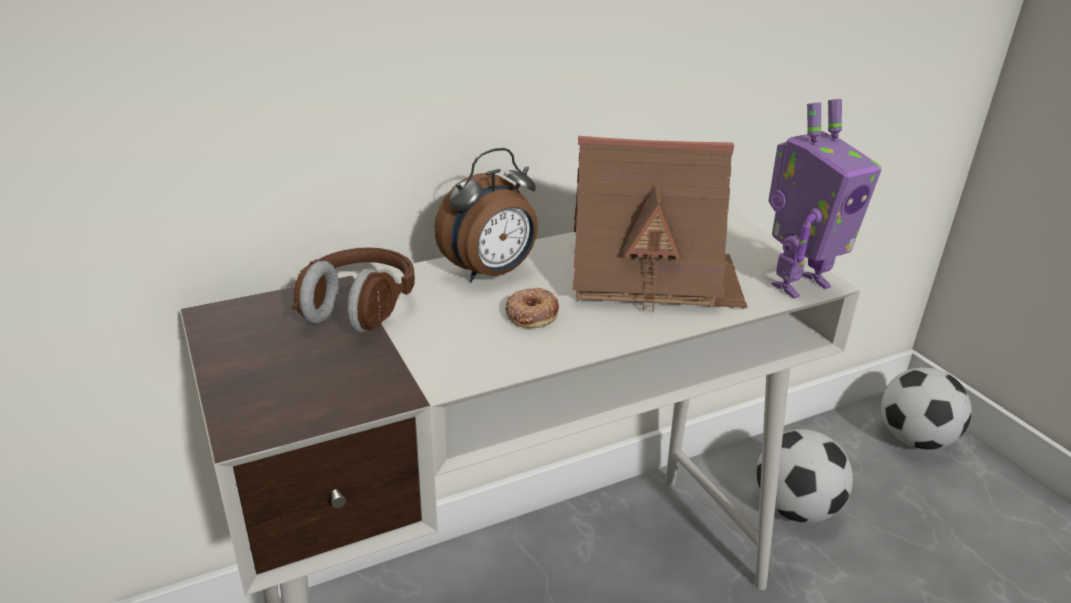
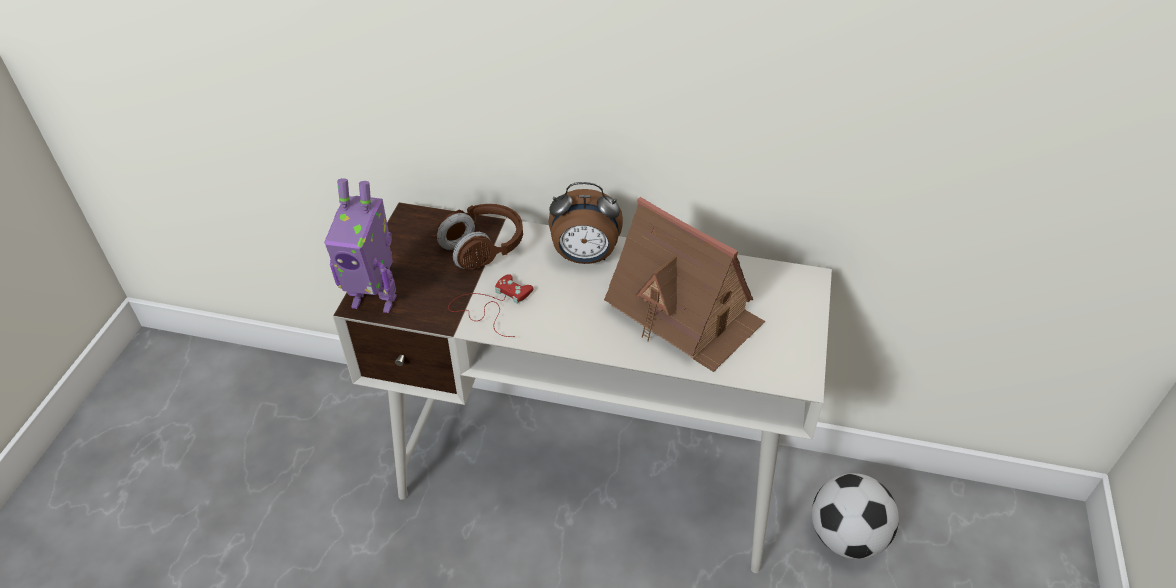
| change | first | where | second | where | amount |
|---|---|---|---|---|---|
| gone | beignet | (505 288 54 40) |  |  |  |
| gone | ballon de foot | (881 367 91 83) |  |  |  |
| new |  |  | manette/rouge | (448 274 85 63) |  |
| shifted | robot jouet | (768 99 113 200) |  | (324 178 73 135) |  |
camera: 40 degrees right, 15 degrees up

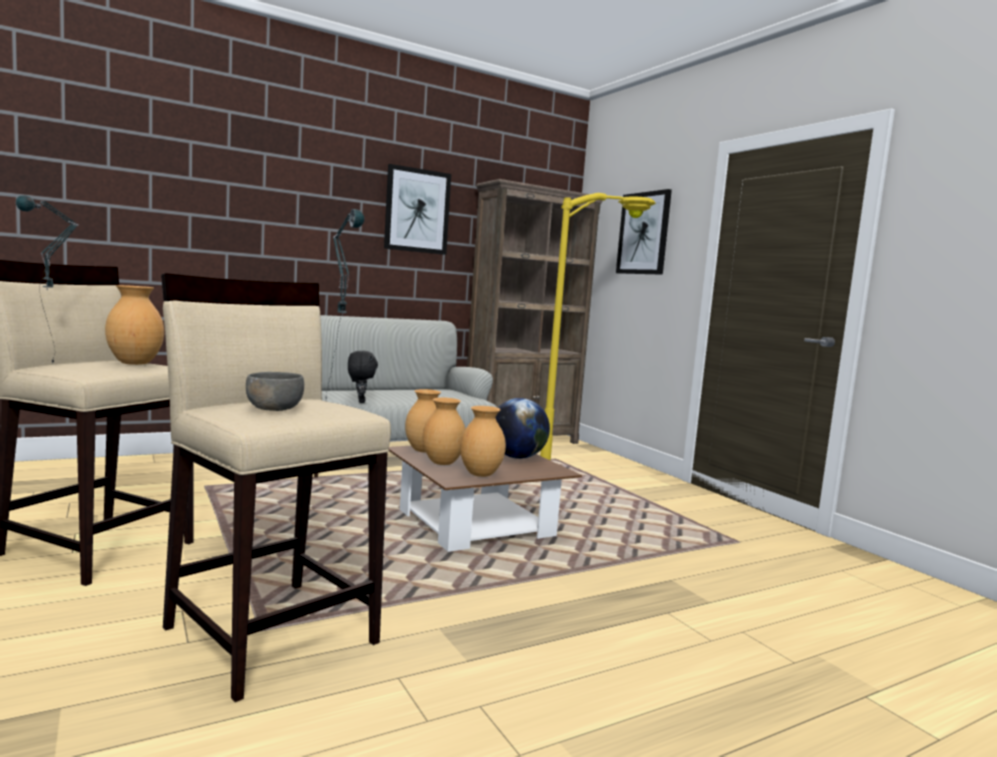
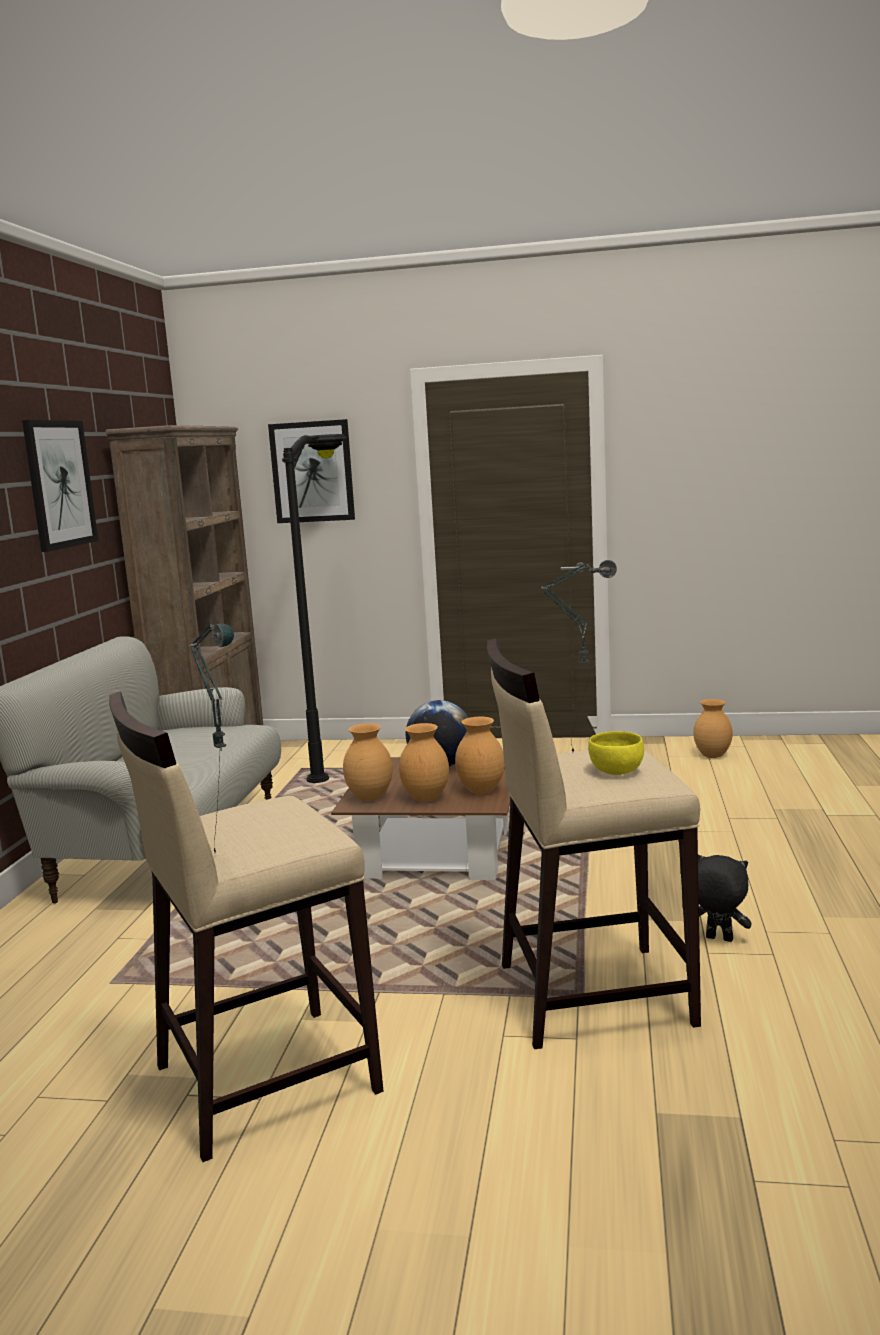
| change | first | where | second | where | amount |
|---|---|---|---|---|---|
| shifted | vase/marron | (105 285 59 80) |  | (693 699 40 59) |  |
| shifted | peluche/noir | (348 351 30 52) |  | (698 855 54 87) |  |
| repainted | bol/gris | (246 372 58 39) | bol/jaune | (588 731 56 44) |  |
| repainted | lampadaire/jaune | (540 193 116 268) | lampadaire/noir | (282 434 66 349) |  |
camera: 50 degrees left, 5 degrees up

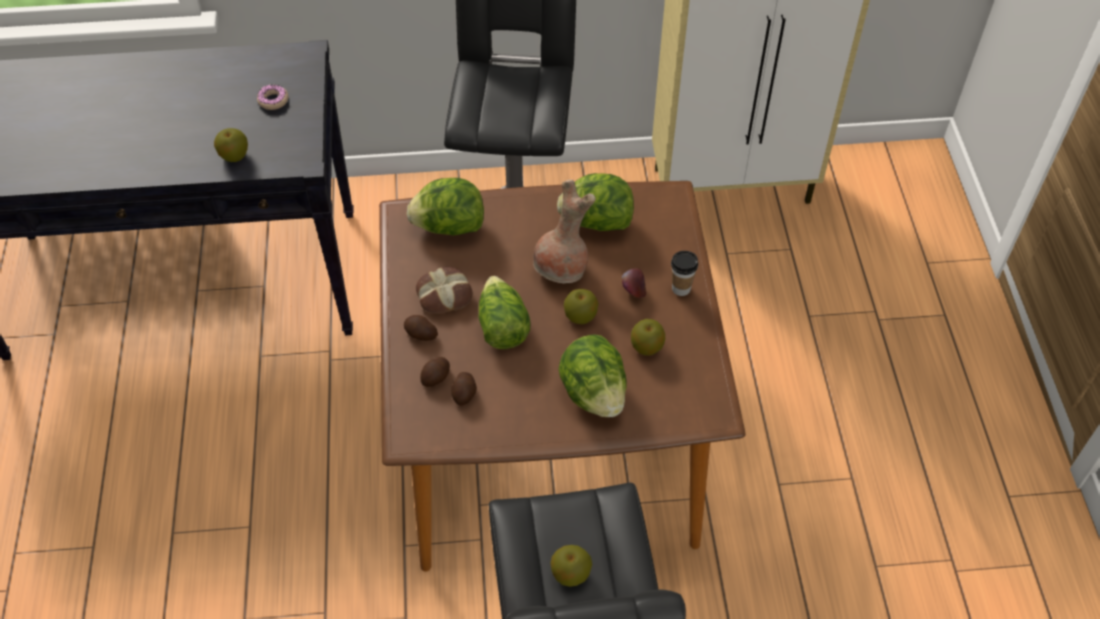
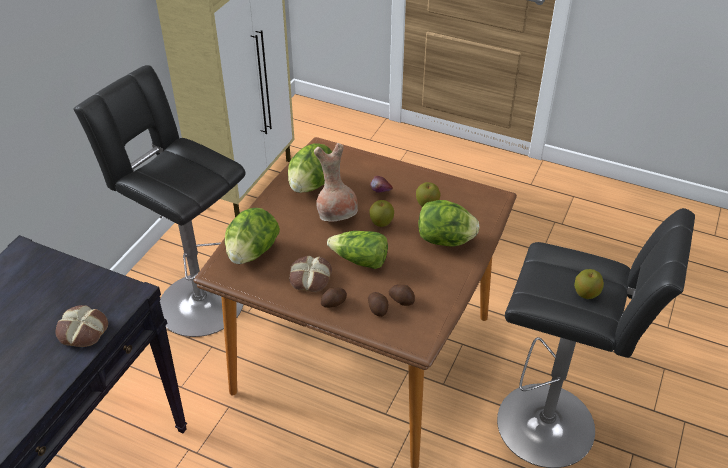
| change | first | where | second | where | amount |
|---|---|---|---|---|---|
| gone | beignet | (257 84 31 26) |  |  |  |
| gone | tasse | (671 251 27 45) |  |  |  |
| swapped | pomme | (214 128 34 34) | pain | (55 305 53 42) |  |
camera: 60 degrees left, 10 degrees down

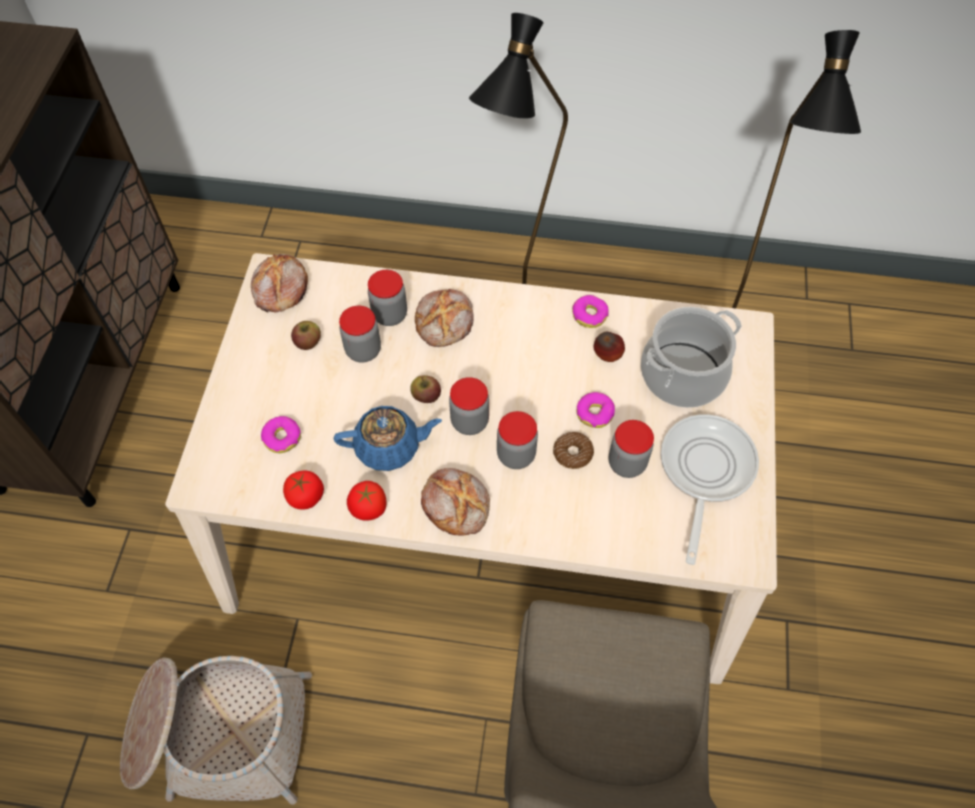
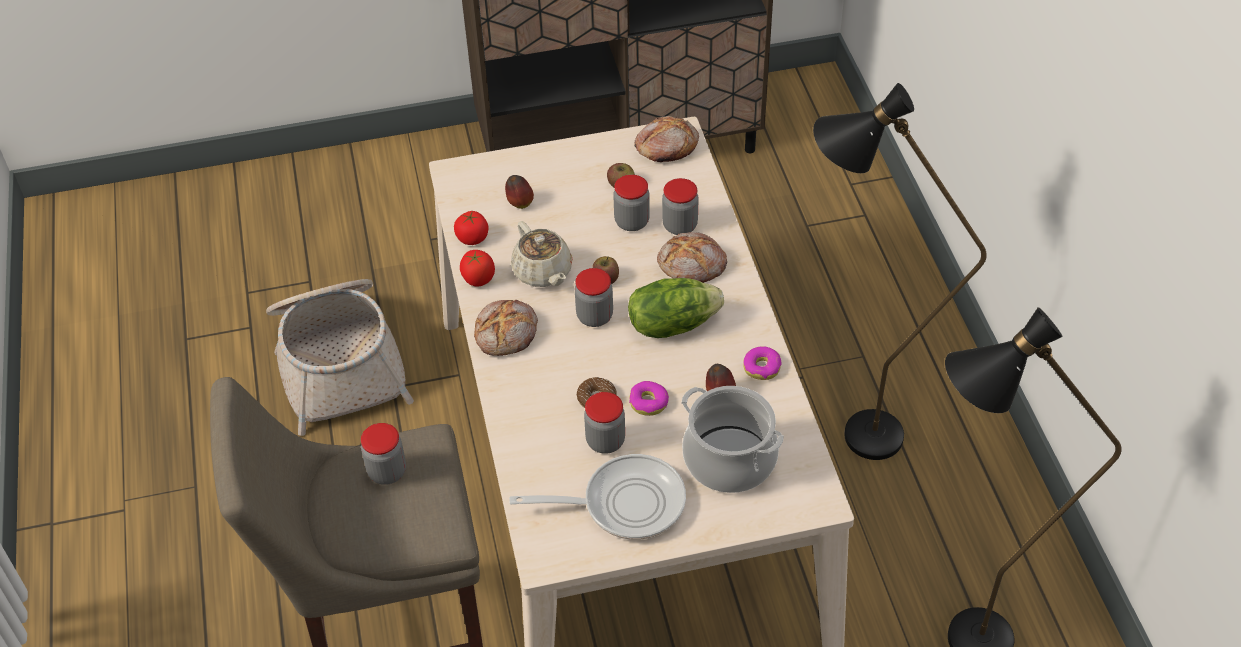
| change | first | where | second | where | amount |
|---|---|---|---|---|---|
| new |  |  | laitue | (628 278 96 60) |  |
| shifted | bocal | (497 411 41 58) |  | (361 423 45 62) |  |
| swapped | beignet | (261 416 40 37) | pomme | (505 175 29 34) |  |
| repainted | théière/bleu | (334 406 108 65) | théière/beige | (511 221 61 66) |  |
camera: 70 degrees right, 10 degrees down

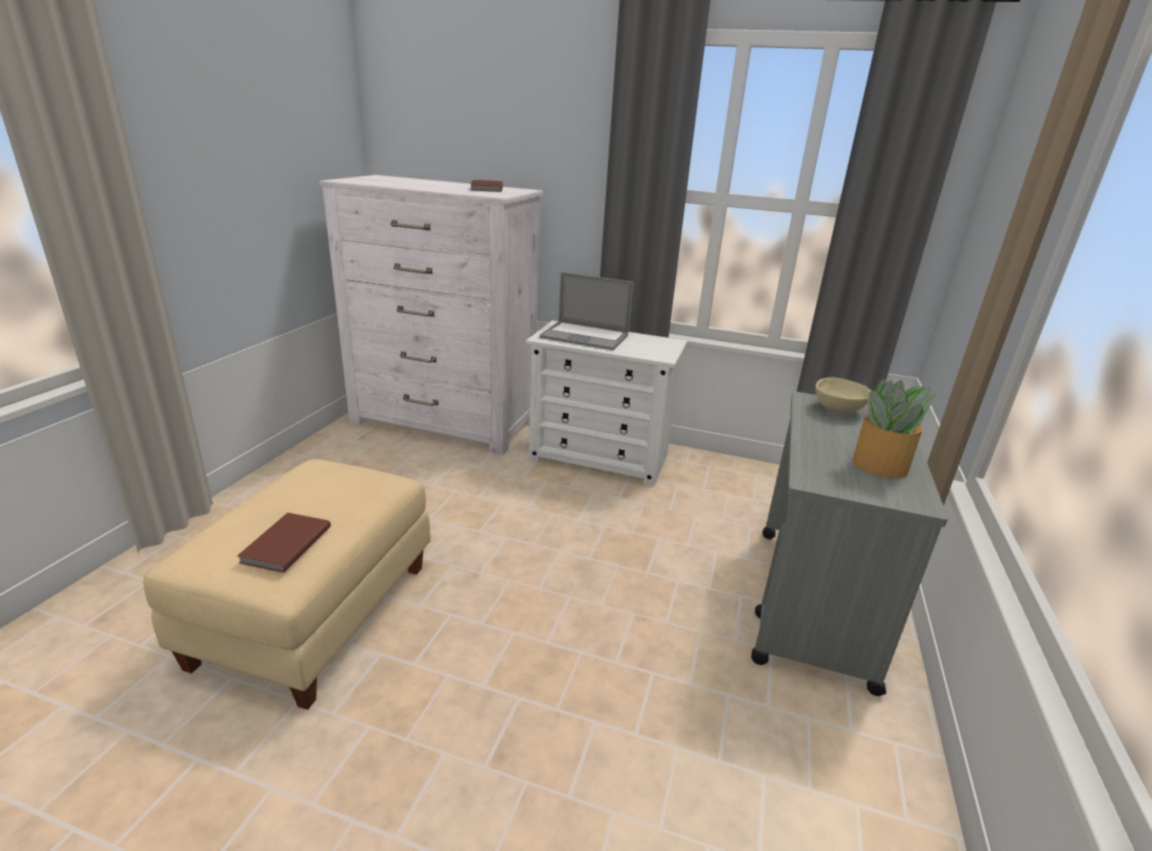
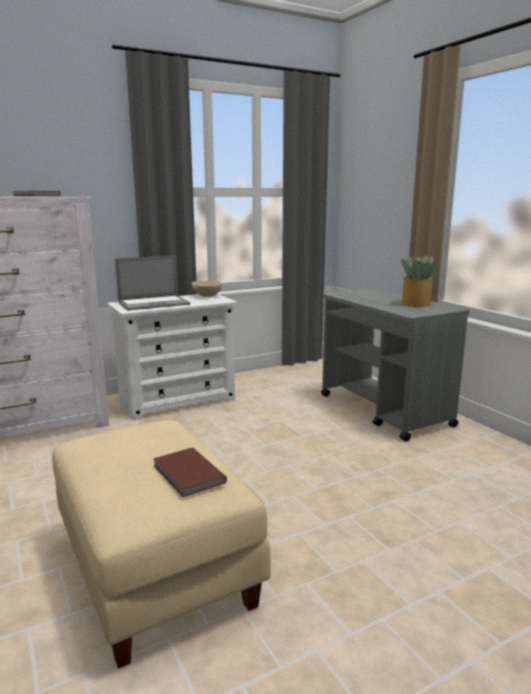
| change | first | where | second | where | amount |
|---|---|---|---|---|---|
| shifted | bol/beige | (816 377 55 36) |  | (192 281 30 16) |  |
camera: 45 degrees left, 10 degrees down

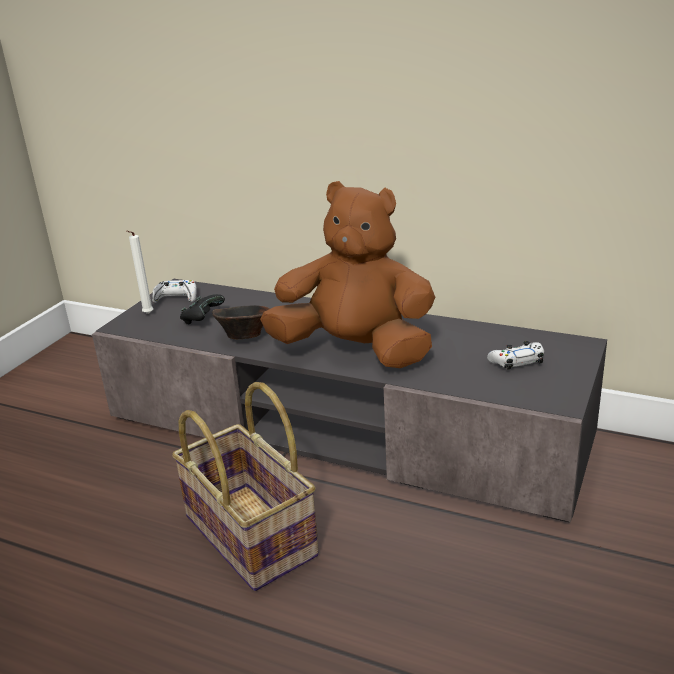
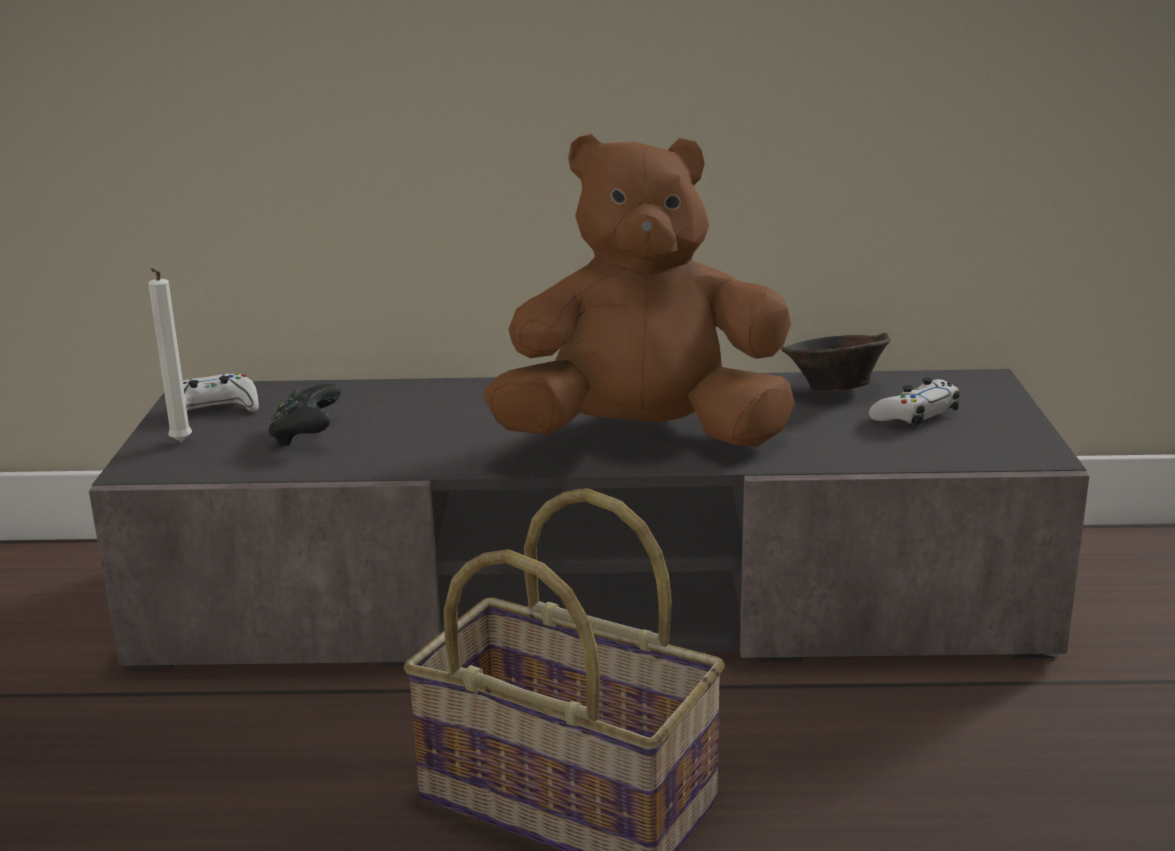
| change | first | where | second | where | amount |
|---|---|---|---|---|---|
| shifted | bol/marron | (212 305 58 34) |  | (781 333 110 59) |  |
camera: 25 degrees left, 5 degrees down

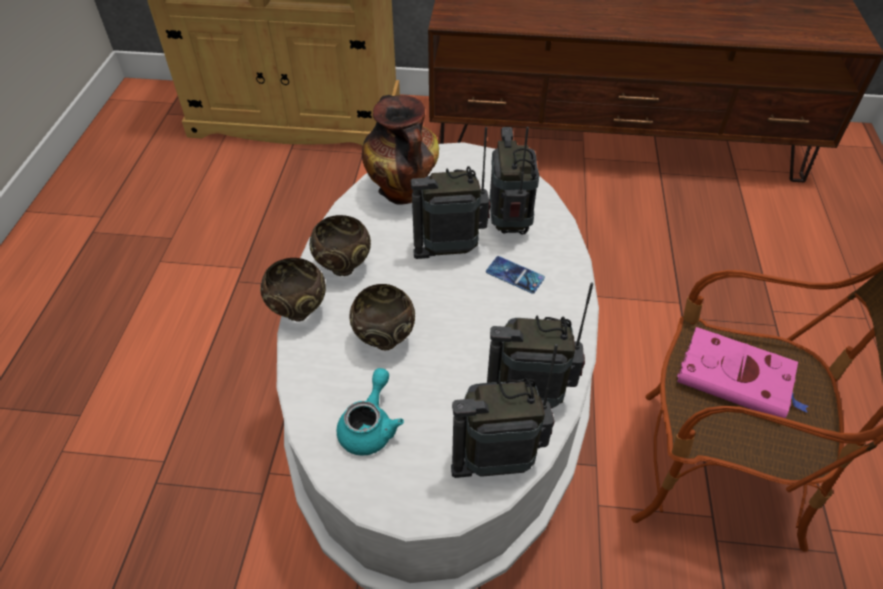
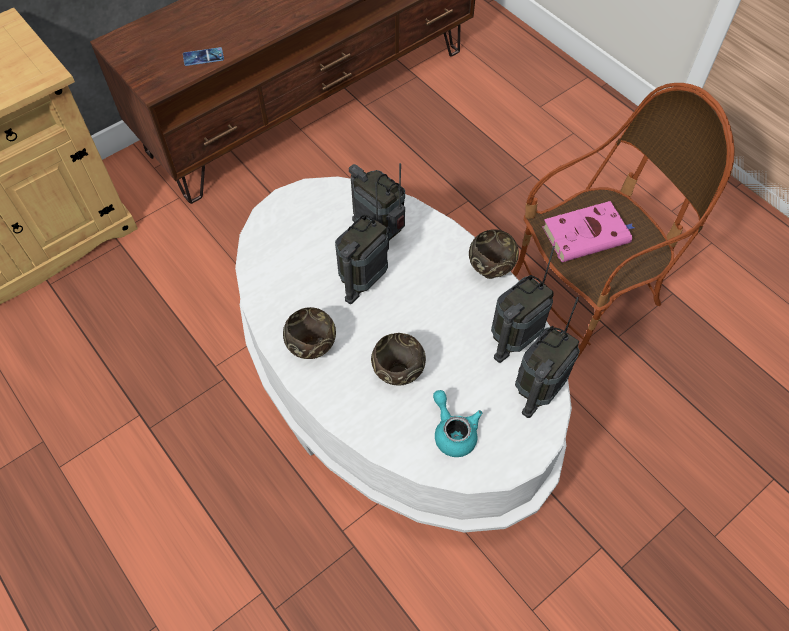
| change | first | where | second | where | amount |
|---|---|---|---|---|---|
| gone | vase | (362 95 77 110) |  |  |  |
| shifted | bol/marron | (260 258 66 63) |  | (469 230 50 49) |  |
| shifted | téléphone | (486 256 59 38) |  | (183 47 41 19) |  |
camera: 45 degrees left, 10 degrees up

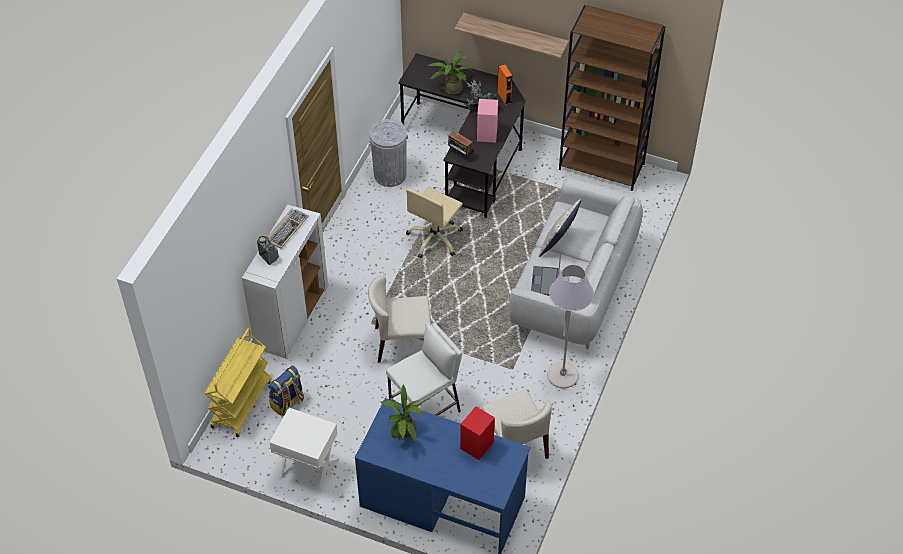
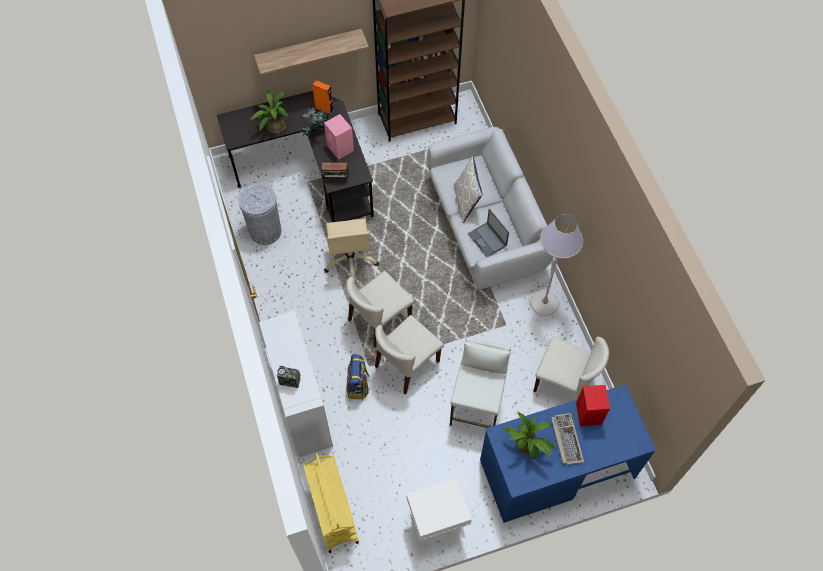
| change | first | where | second | where | amount |
|---|---|---|---|---|---|
| new |  |  | chaise/beige | (346 271 68 77) |  |
| shifted | clavier | (267 208 42 41) |  | (551 413 33 52) |  |
| shifted | sac à dos | (268 366 36 51) |  | (346 354 23 45) |  |
camera: 40 degrees left, 10 degrees up

